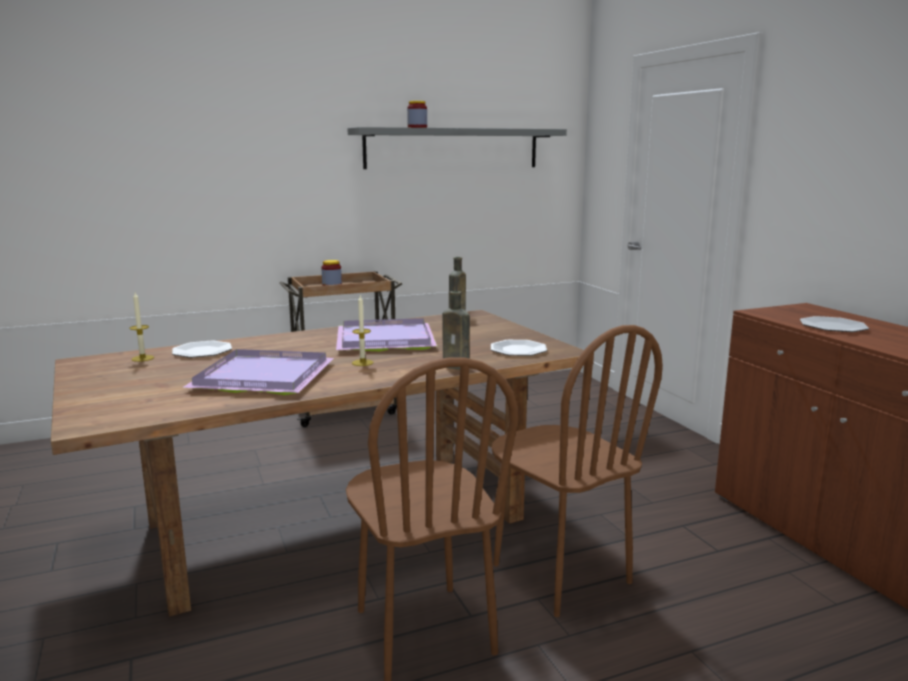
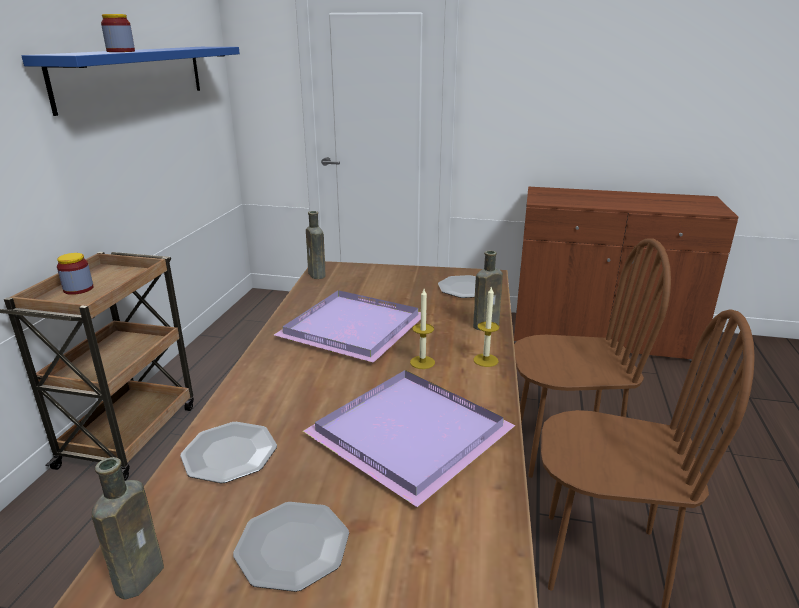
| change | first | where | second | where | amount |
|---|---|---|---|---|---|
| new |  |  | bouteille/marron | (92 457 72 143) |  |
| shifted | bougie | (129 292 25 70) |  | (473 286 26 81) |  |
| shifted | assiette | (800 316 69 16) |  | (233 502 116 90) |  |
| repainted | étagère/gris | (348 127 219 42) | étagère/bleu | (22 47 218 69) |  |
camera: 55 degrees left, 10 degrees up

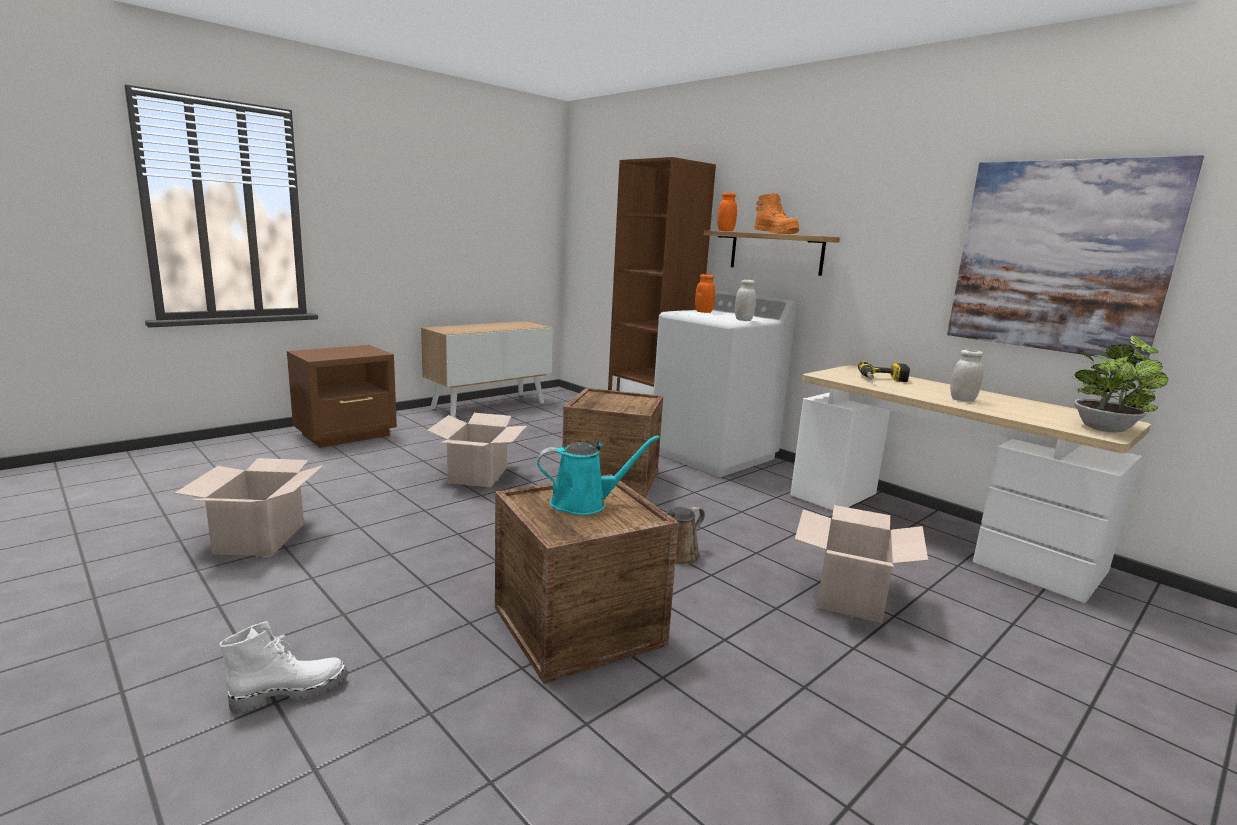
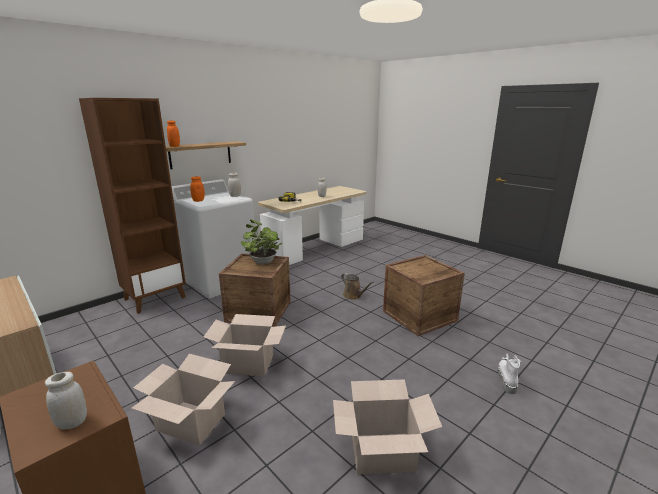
| change | first | where | second | where | amount |
|---|---|---|---|---|---|
| gone | arrosoir/turquoise | (537 435 123 80) |  |  |  |
| gone | botte/orange | (754 193 45 41) |  |  |  |
| gone | tableau | (947 155 257 208) |  |  |  |
| new |  |  | bocal/blanc | (45 372 42 58) |  |
| shifted | carton | (795 505 133 118) |  | (131 354 104 92) |  |
| shifted | plante en pot | (1072 335 96 98) |  | (241 220 41 45) |  |
| rotated | botte/blanc | (219 621 129 92) |  | (498 354 22 40) | 45 degrees clockwise |
camera: 90 degrees left, 5 degrees up

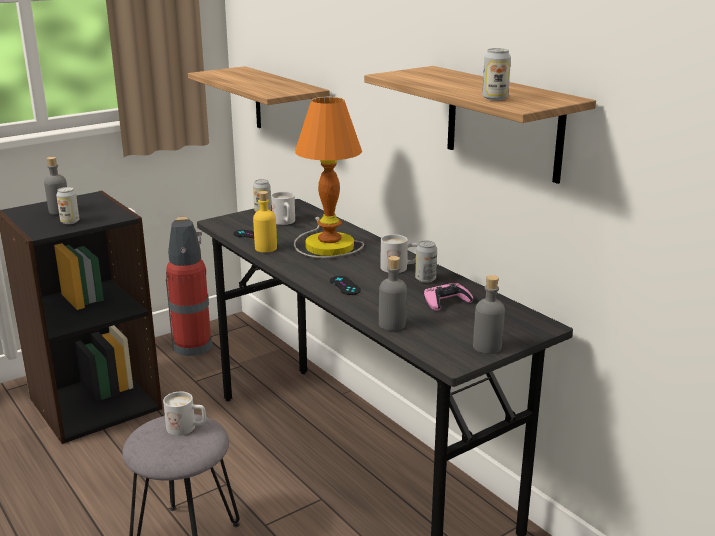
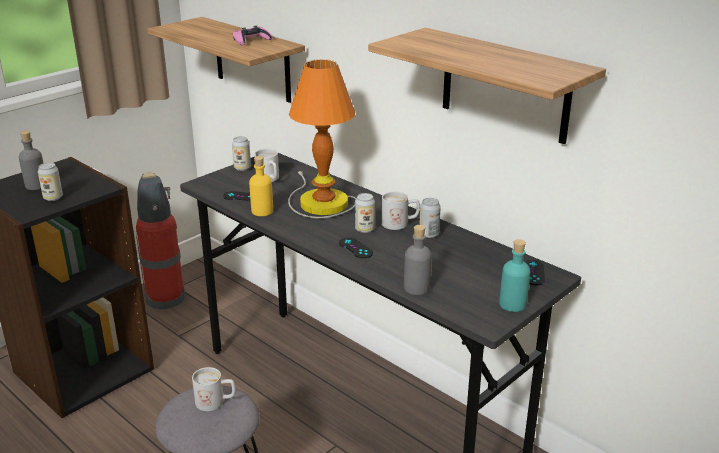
| change | first | where | second | where | amount |
|---|---|---|---|---|---|
| new |  |  | manette/noir | (525 260 20 25) |  |
| shifted | manette/rose | (424 283 49 28) |  | (233 26 39 19) |  |
| shifted | boîte métallique | (482 48 29 53) |  | (355 193 20 40) |  |
| repainted | bouteille/gris | (473 275 32 79) | bouteille/turquoise | (499 239 31 73) |  |
camera: 10 degrees left, 5 degrees up

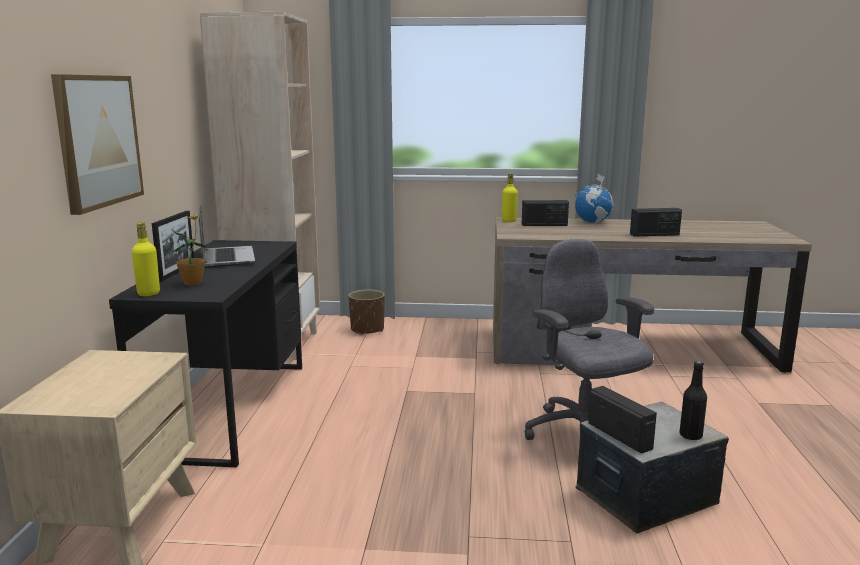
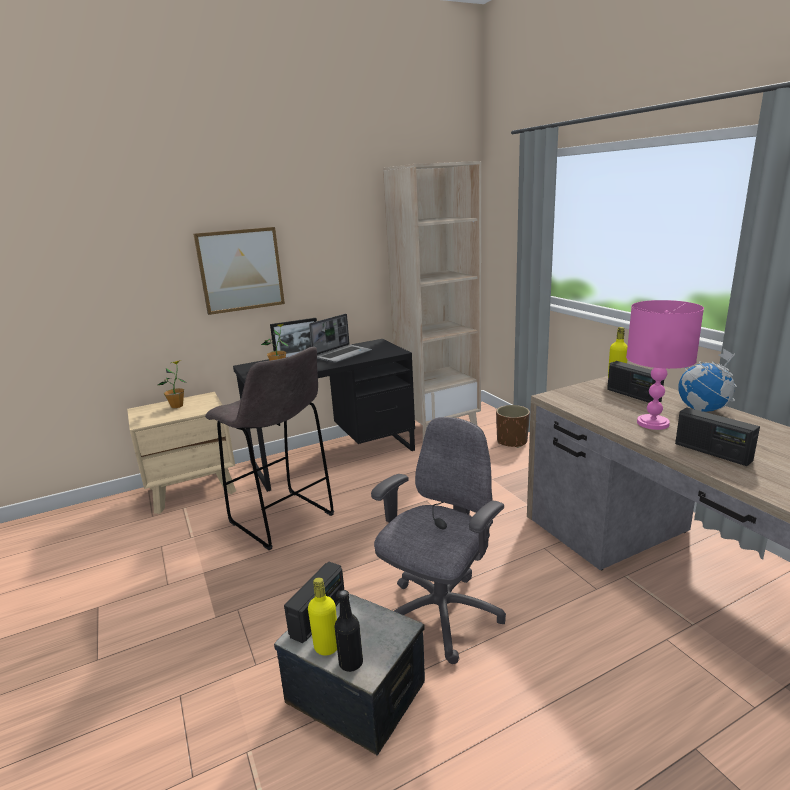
| change | first | where | second | where | amount |
|---|---|---|---|---|---|
| new |  |  | plante en pot | (158 360 29 48) |  |
| new |  |  | tabouret/gris | (205 347 129 203) |  |
| new |  |  | lampe de table/rose | (626 300 78 130) |  |
| shifted | bouteille/jaune | (132 222 28 74) |  | (308 577 29 78) |  |
camera: 60 degrees right, 5 degrees up

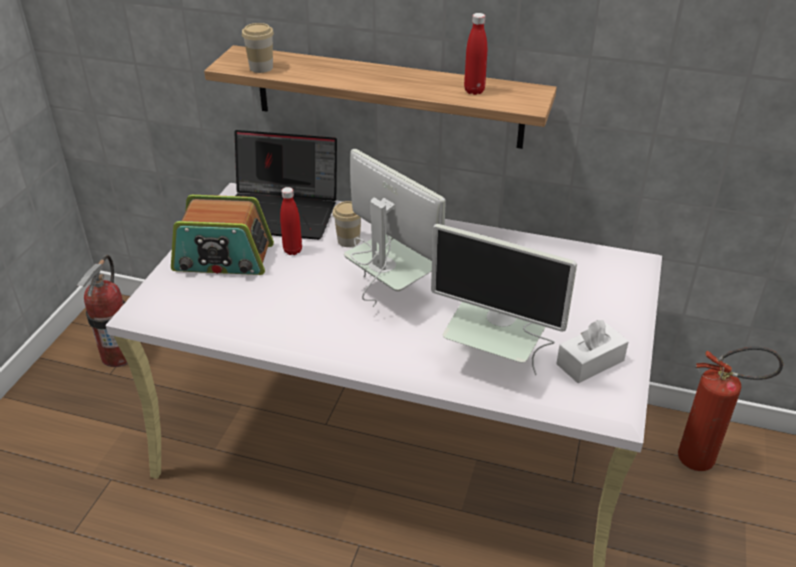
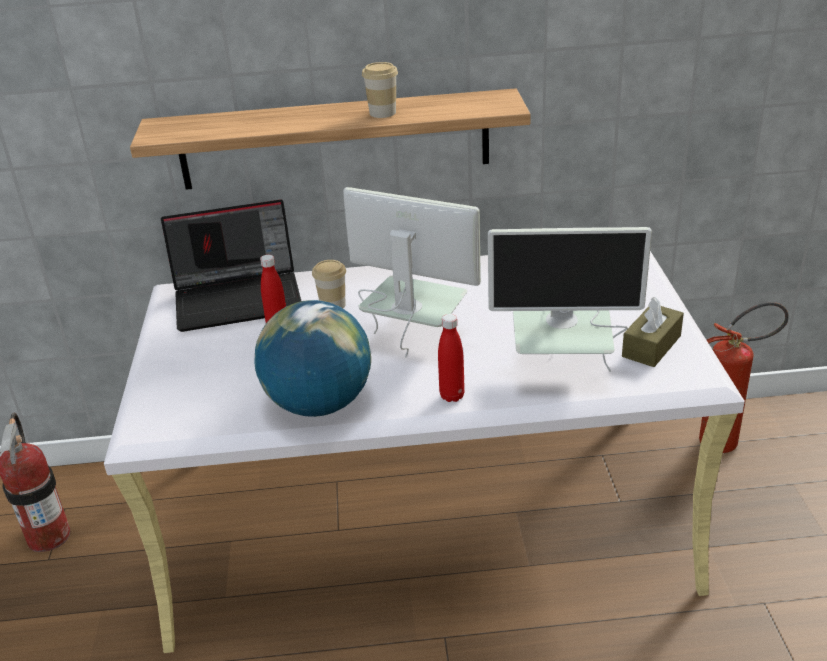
| change | first | where | second | where | amount |
|---|---|---|---|---|---|
| gone | radio | (171 195 103 80) |  |  |  |
| new |  |  | globe | (254 300 117 117) |  |
| shifted | tasse | (242 23 32 50) |  | (362 62 36 56) |  |
| shifted | bouteille/rouge | (464 13 23 82) |  | (438 314 27 88) |  |
| repainted | boîte à mouchoirs/blanc | (556 320 73 63) | boîte à mouchoirs/marron | (622 297 62 70) |  |
camera: 20 degrees left, 5 degrees down

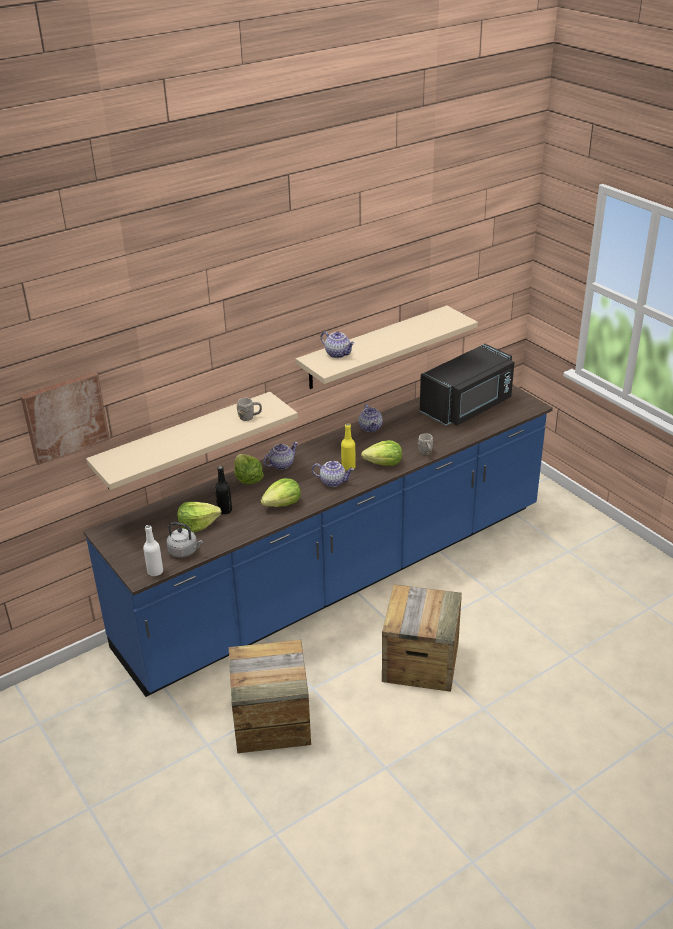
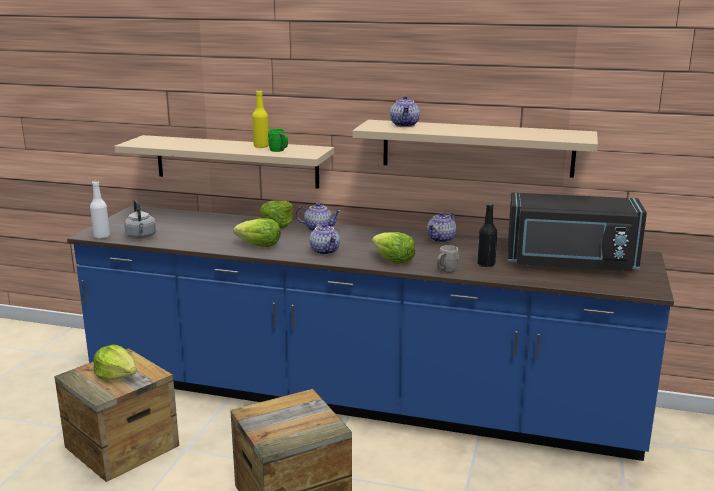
| change | first | where | second | where | amount |
|---|---|---|---|---|---|
| gone | tableau | (21 372 89 93) |  |  |  |
| shifted | laitue | (177 502 44 31) |  | (93 344 44 36) |  |
| shifted | bouteille/noir | (215 466 17 49) |  | (478 203 19 64) |  |
| shifted | bouteille/jaune | (341 424 15 46) |  | (252 90 17 58) |  |
| repainted | mug/gris | (237 398 25 23) | mug/vert | (268 129 20 23) |  |
camera: 50 degrees right, 15 degrees down

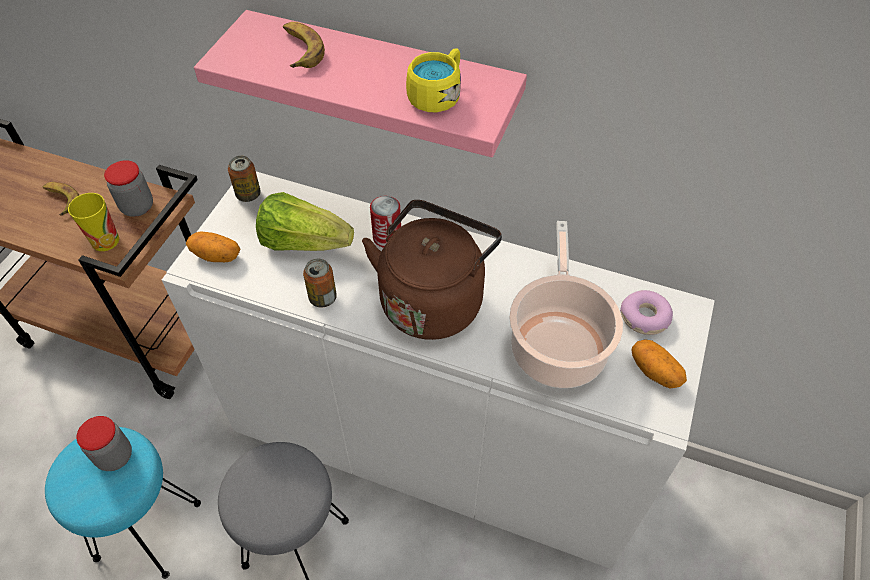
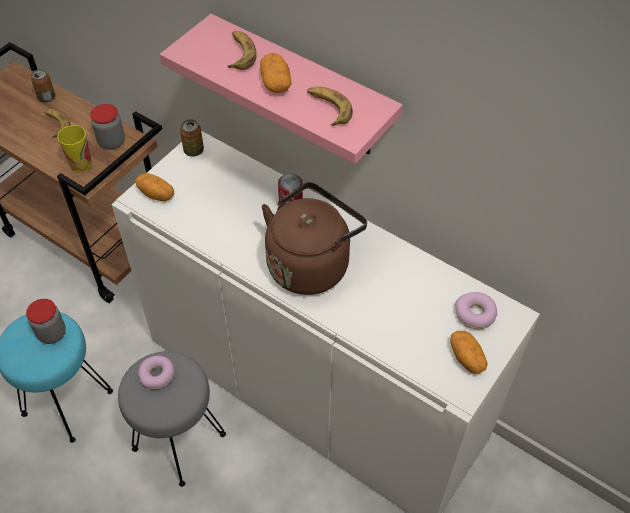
| change | first | where | second | where | amount |
|---|---|---|---|---|---|
| gone | laitue | (256 192 98 59) |  |  |  |
| gone | marmite | (509 221 114 167) |  |  |  |
| new |  |  | beignet | (138 356 37 33) |  |
| new |  |  | pomme de terre | (260 53 31 40) |  |
| shifted | boîte métallique | (303 259 34 49) |  | (31 69 24 33) |  |
| swapped | mug/jaune | (406 48 55 64) | banane | (307 86 46 40) |  |
camera: 15 degrees right, 0 degrees up

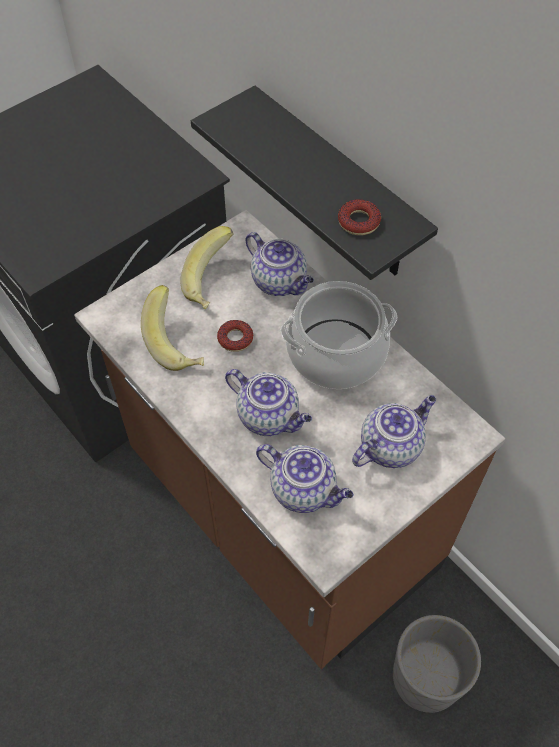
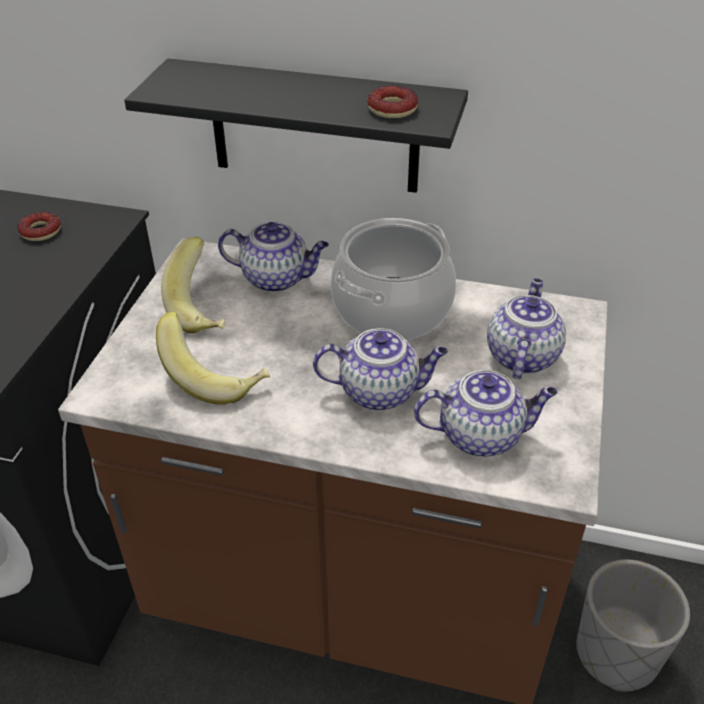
| change | first | where | second | where | amount |
|---|---|---|---|---|---|
| shifted | beignet | (217 320 36 32) |  | (17 212 44 29) |  |
camera: 35 degrees left, 15 degrees down

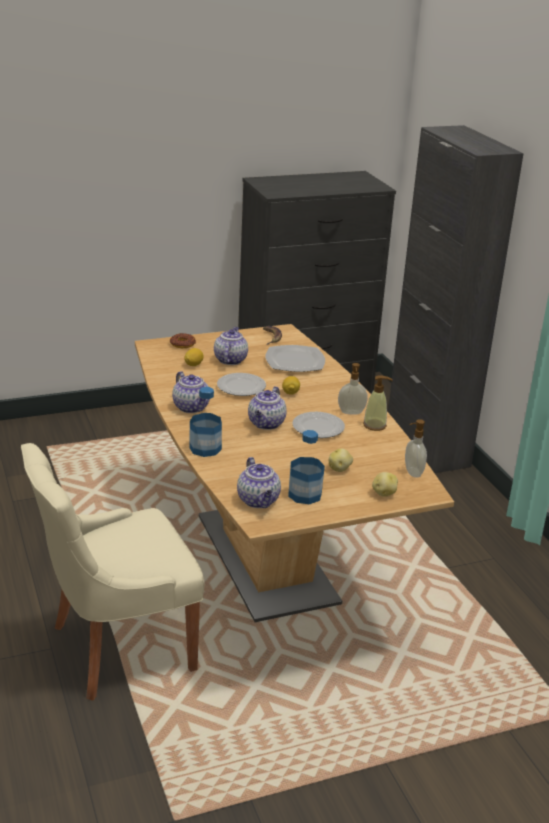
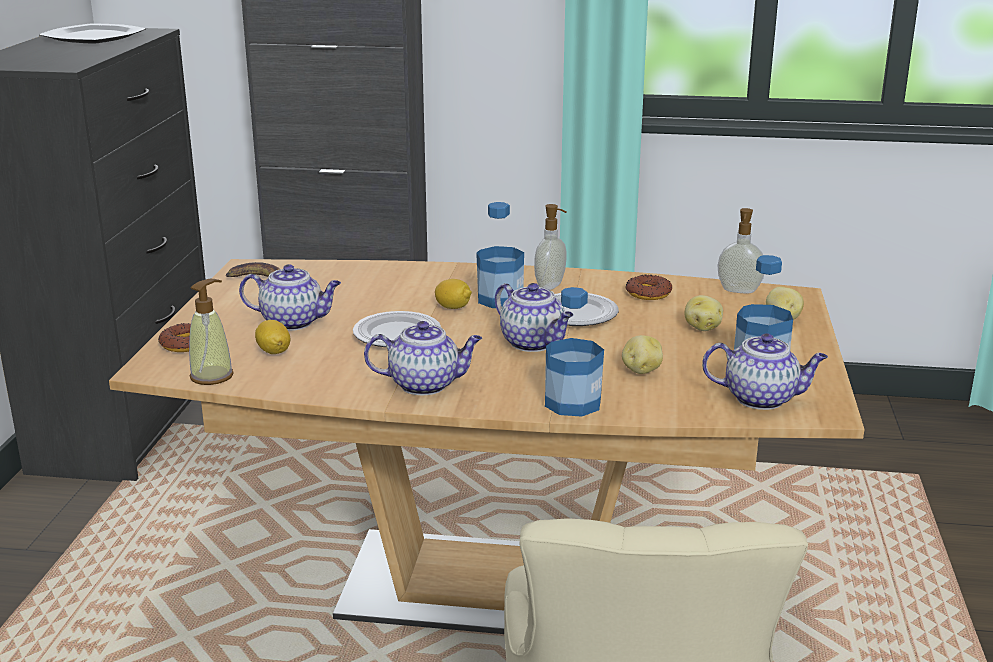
| change | first | where | second | where | amount |
|---|---|---|---|---|---|
| new |  |  | bouteille | (476 202 48 106) |  |
| new |  |  | pomme de terre | (622 335 41 39) |  |
| new |  |  | beignet | (625 275 47 25) |  |
| shifted | assiette | (265 345 60 27) |  | (39 23 107 21) |  |
| shifted | distributeur de savon | (363 375 30 56) |  | (189 279 45 106) |  |
| rotated | théière | (214 327 34 38) |  | (239 264 102 67) | 150 degrees clockwise |
camera: 60 degrees left, 5 degrees down

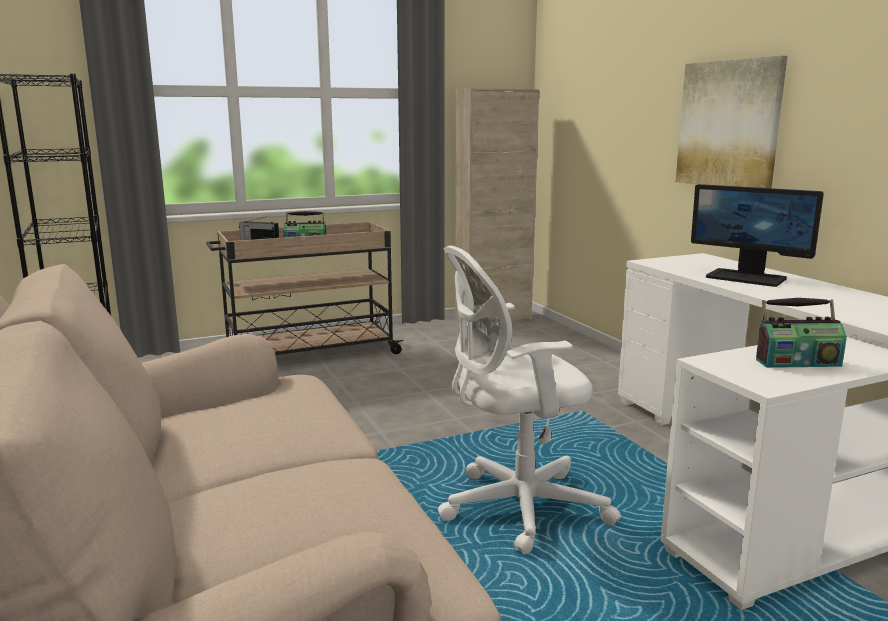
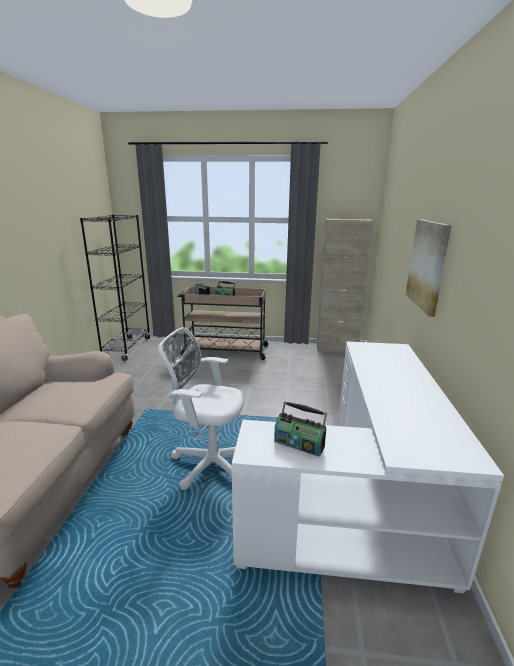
| change | first | where | second | where | amount |
|---|---|---|---|---|---|
| gone | écran d'ordinateur | (691 184 133 103) |  |  |  |
camera: 30 degrees right, 5 degrees up

